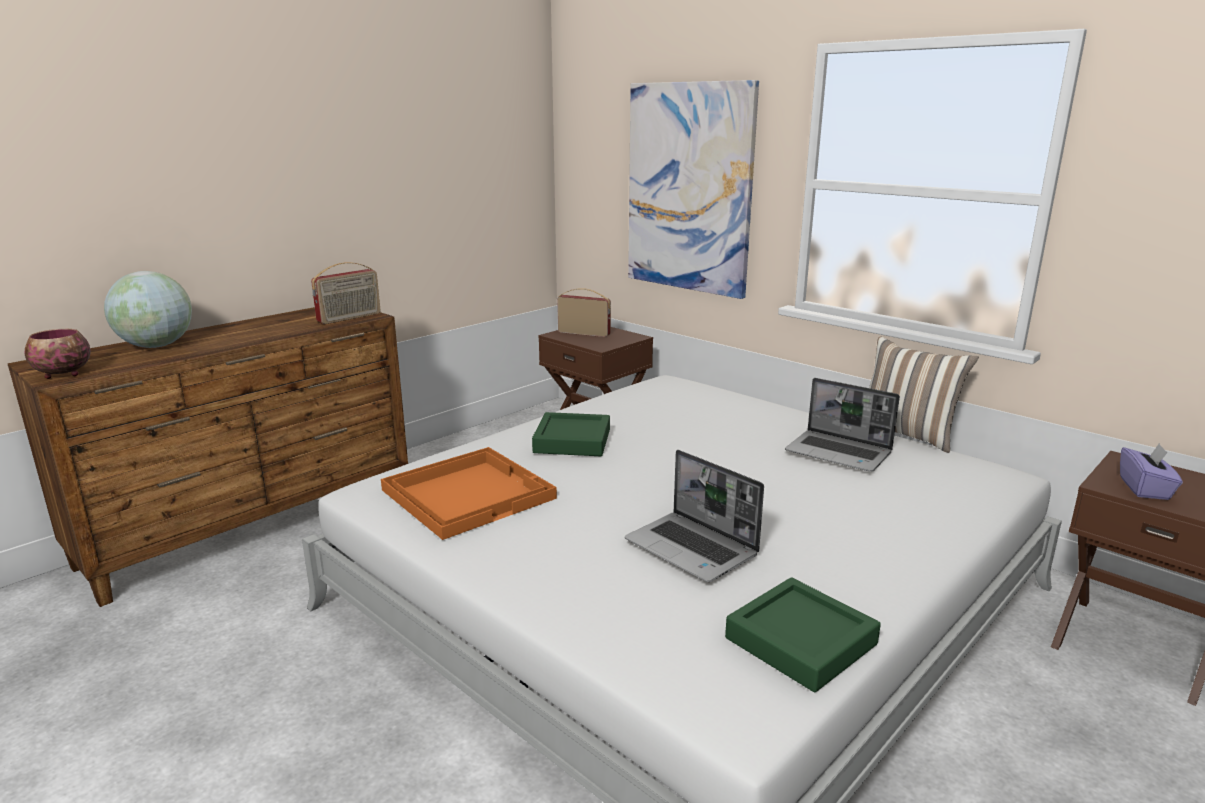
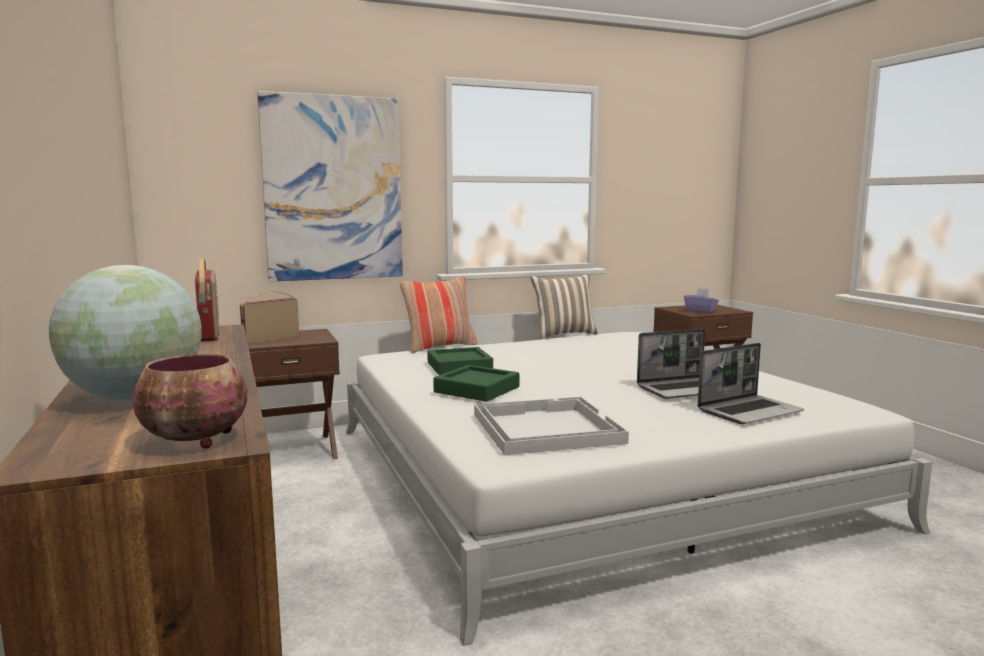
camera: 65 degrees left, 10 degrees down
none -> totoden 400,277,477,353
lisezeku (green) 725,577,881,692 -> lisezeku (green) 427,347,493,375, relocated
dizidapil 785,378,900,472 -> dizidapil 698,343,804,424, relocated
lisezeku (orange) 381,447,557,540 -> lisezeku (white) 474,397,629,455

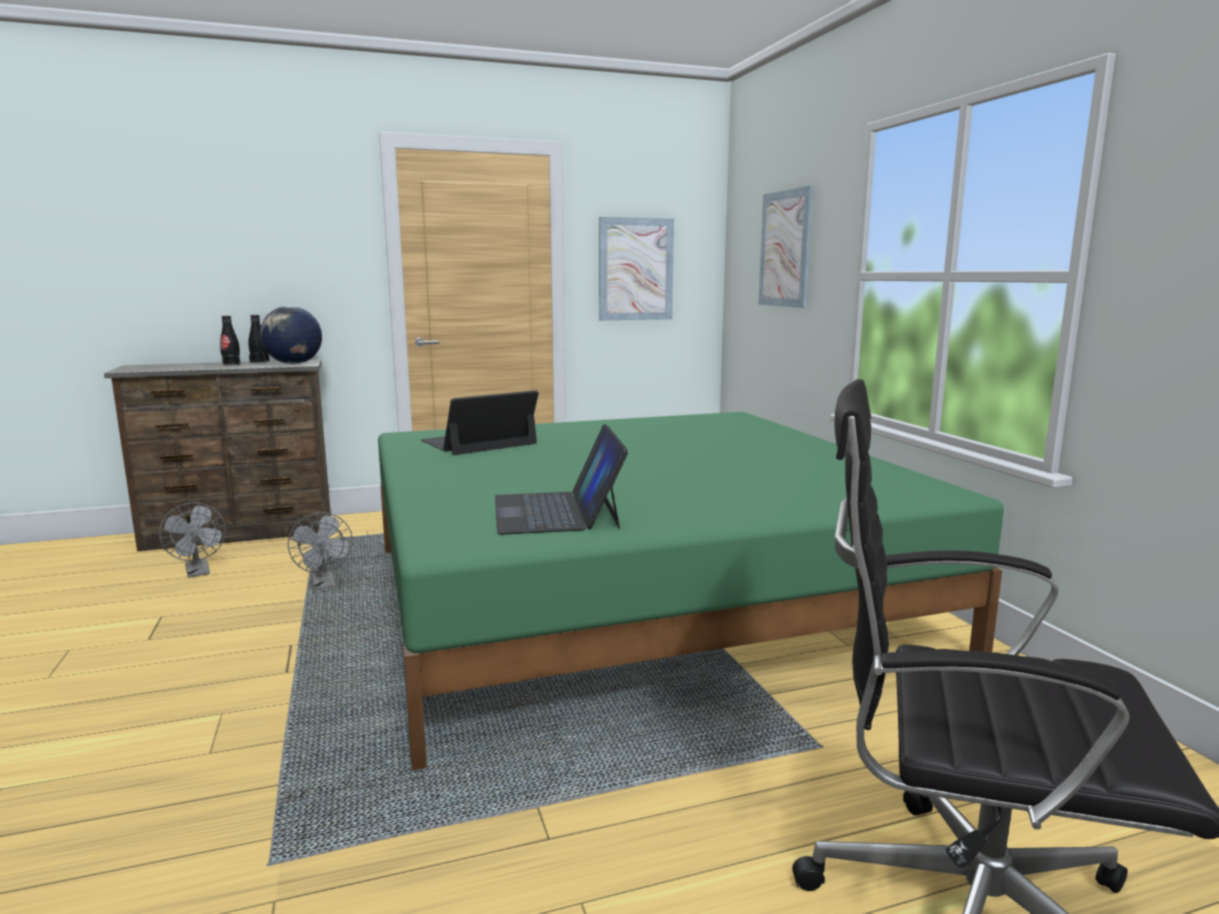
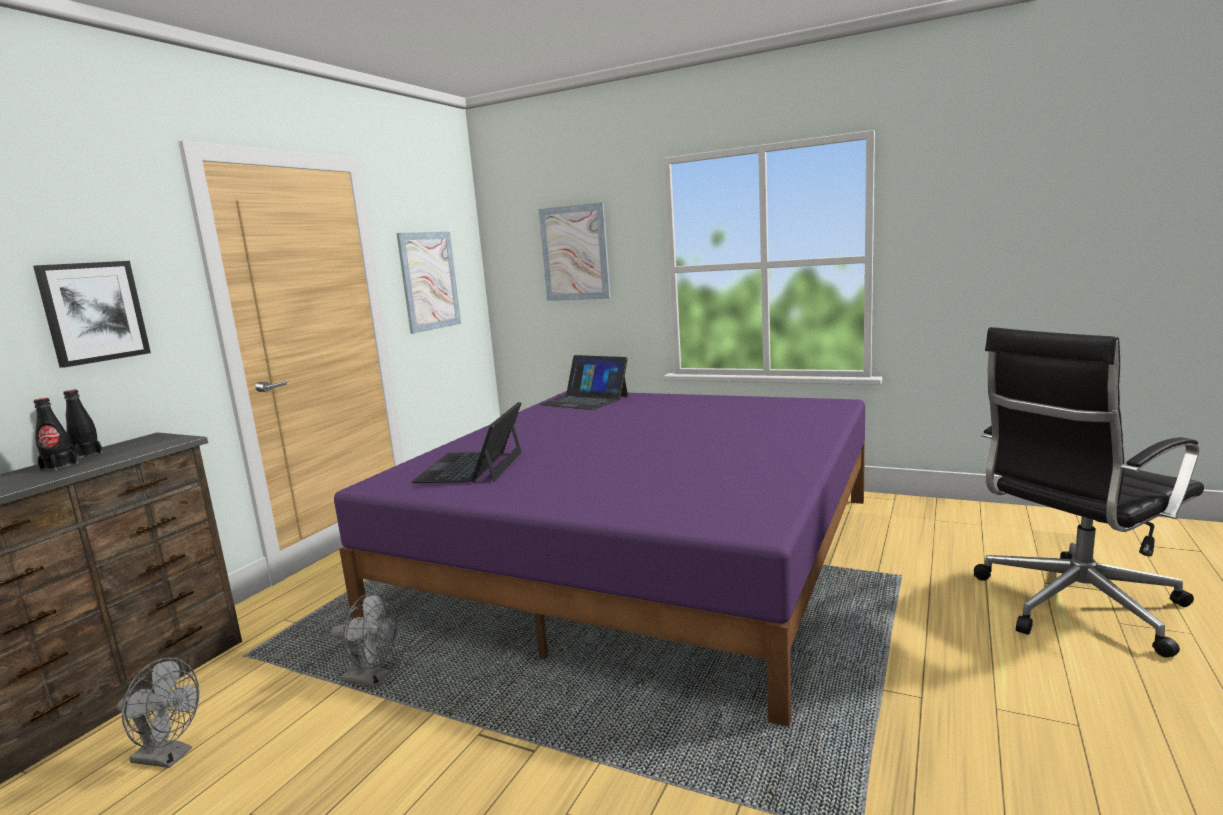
camera: 45 degrees left, 0 degrees up
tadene 260,306,322,364 -> none
none -> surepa 33,261,151,368
dizidapil 495,424,629,535 -> dizidapil 539,355,628,410, relocated
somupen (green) 378,412,1004,770 -> somupen (purple) 334,391,865,727

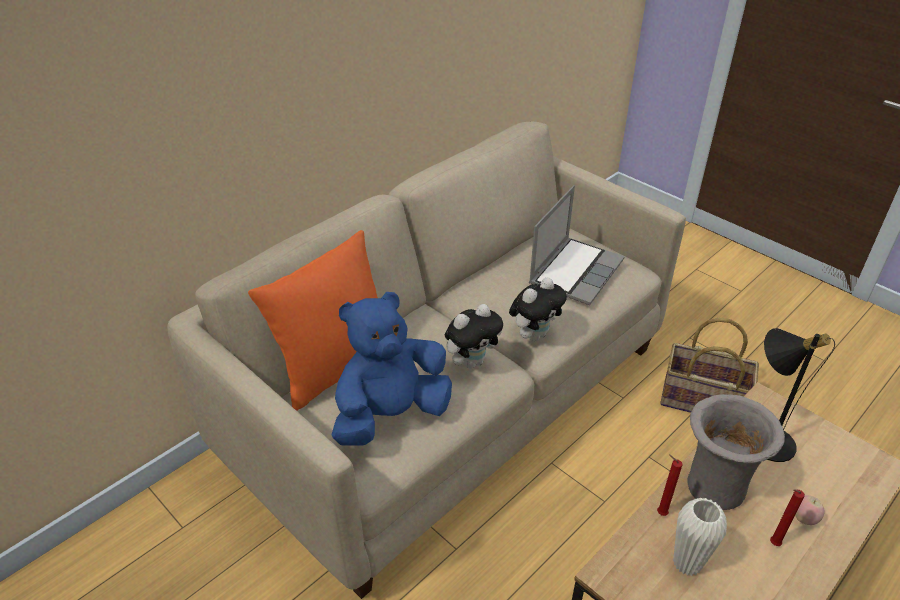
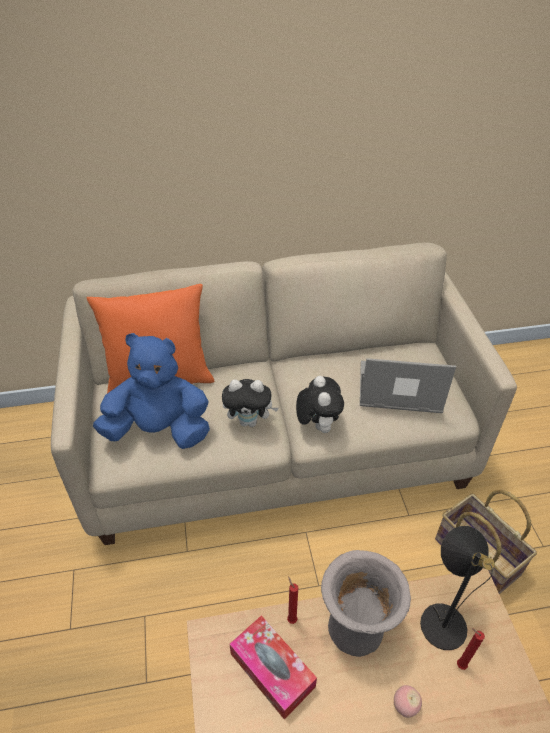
camera: 35 degrees right, 5 degrees up
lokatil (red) 770,489,805,546 -> lokatil (red) 457,628,485,670, relocated
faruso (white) 673,498,727,576 -> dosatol 229,615,317,720
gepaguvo 509,277,567,341 -> gepaguvo 296,376,344,433, 90 degrees counterclockwise
dizidapil 529,185,625,305 -> dizidapil 360,358,456,413, 150 degrees counterclockwise

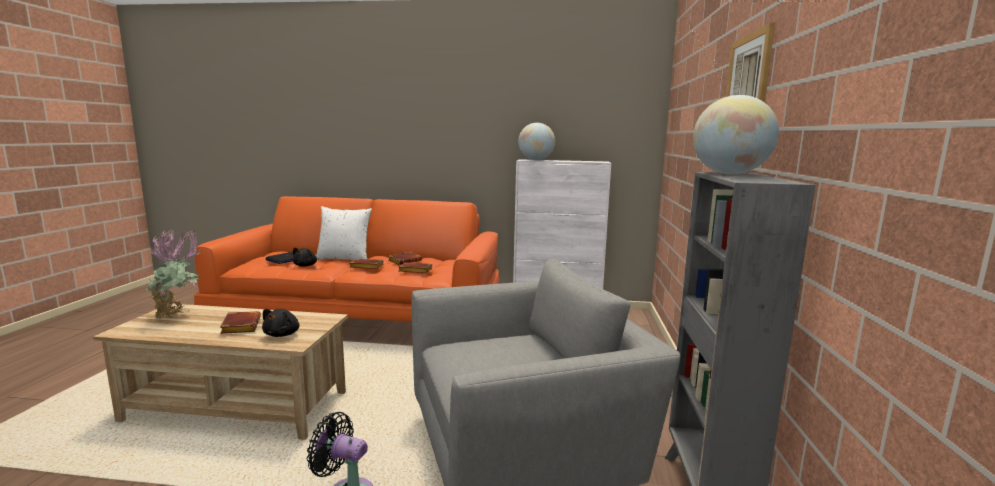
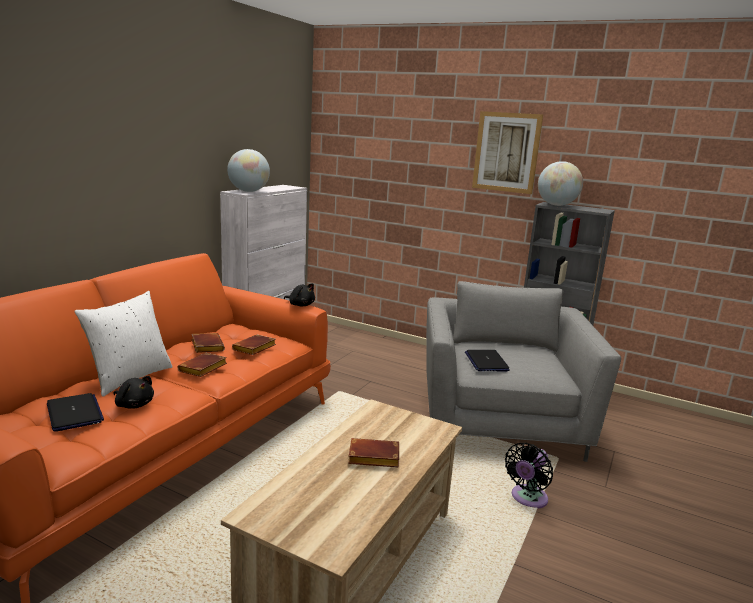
camera: 70 degrees left, 5 degrees up
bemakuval 145,230,200,320 -> none
none -> dizidapil 465,350,510,371
gepaguvo (black) 262,309,300,337 -> gepaguvo (black) 284,283,315,306, relocated

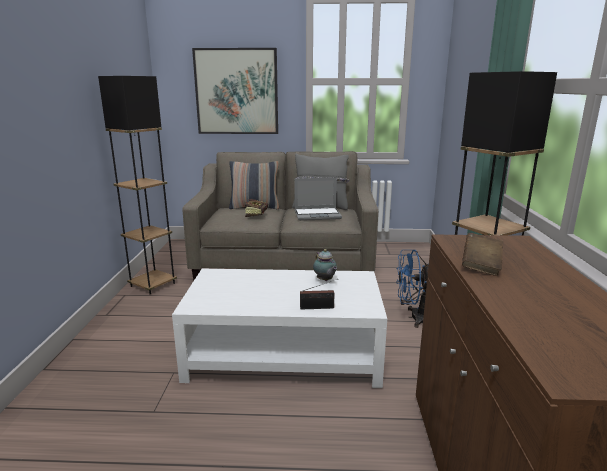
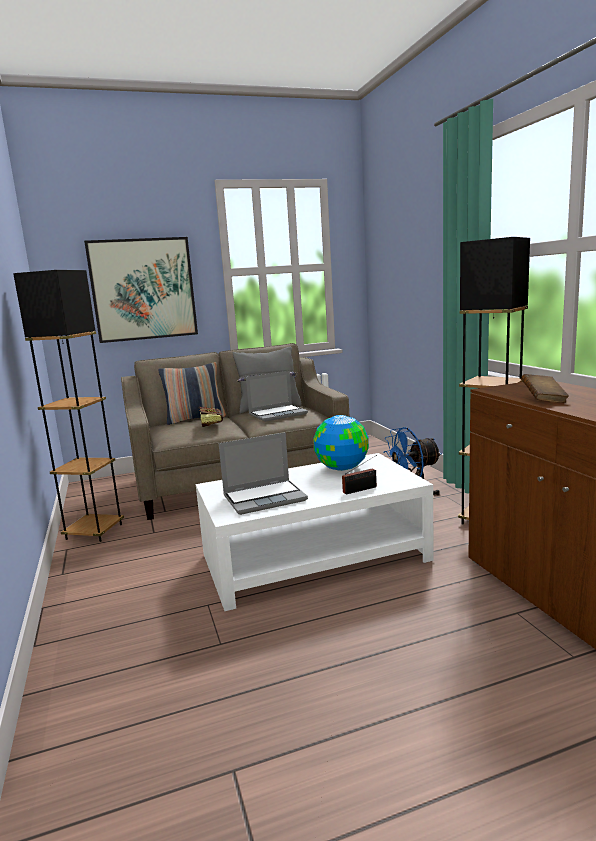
camera: 20 degrees left, 5 degrees down
none -> dizidapil 219,432,308,515
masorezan 313,249,337,281 -> tadene 313,415,369,471

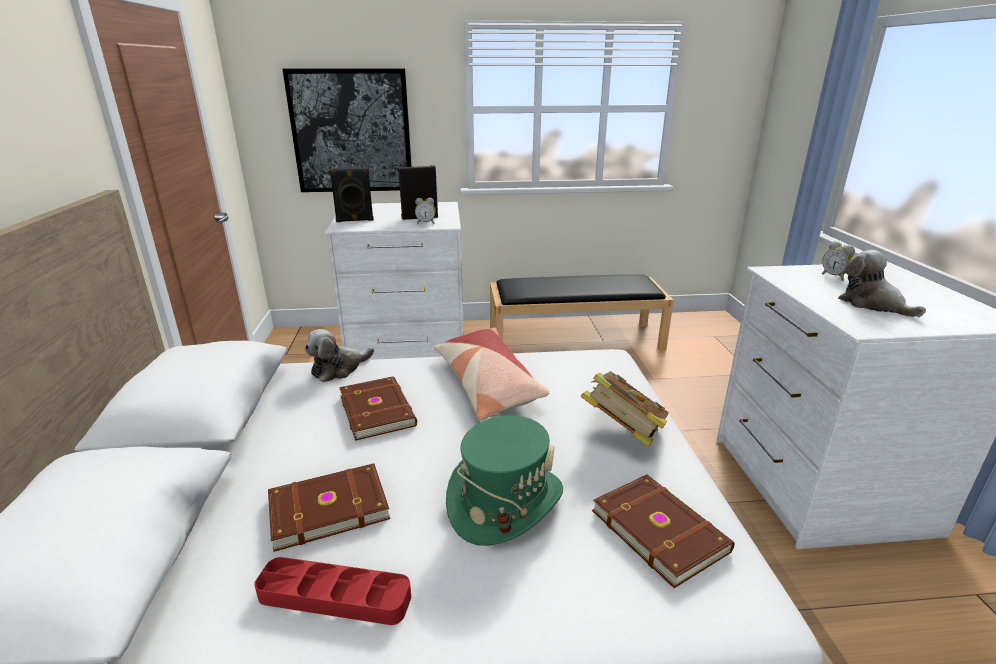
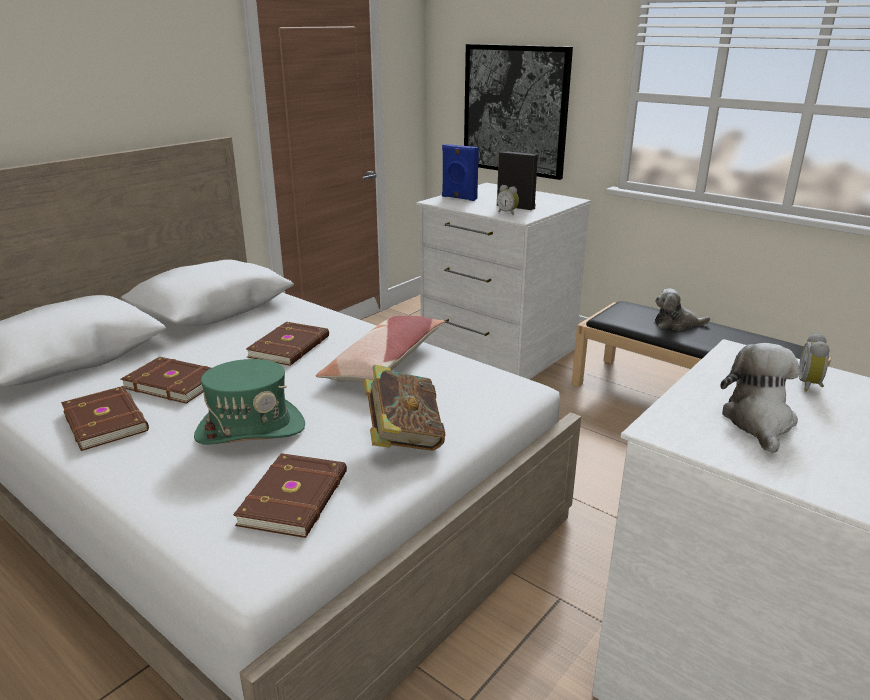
camera: 45 degrees right, 0 degrees up
gepaguvo 304,329,374,382 -> gepaguvo 655,289,710,331, relocated
lisezeku (red) 254,557,411,625 -> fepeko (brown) 61,386,149,451
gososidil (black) 329,167,374,222 -> gososidil (blue) 442,144,479,201

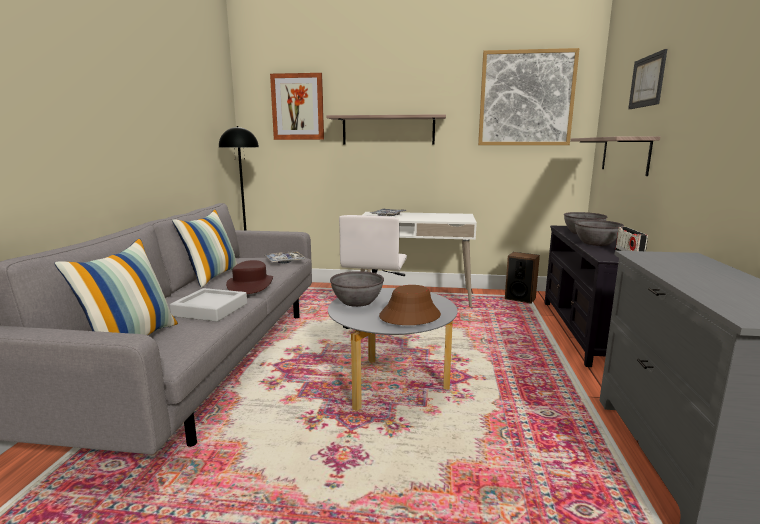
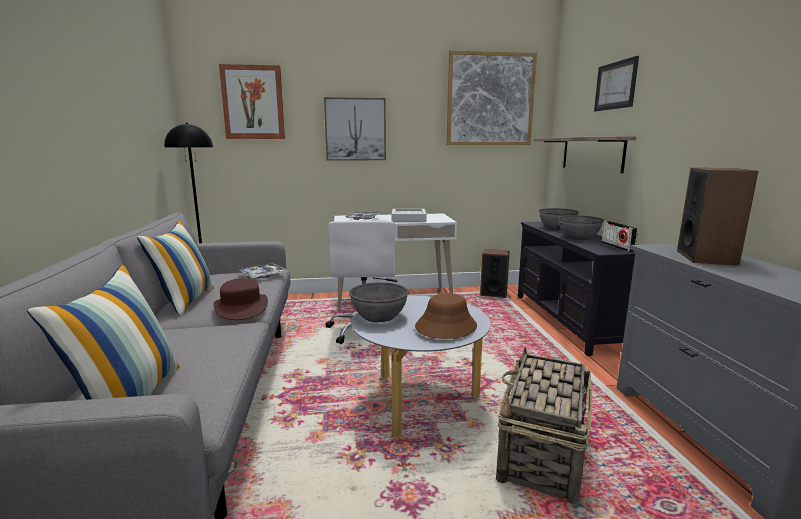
camera: 15 degrees left, 0 degrees up
none -> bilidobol 496,347,592,505
none -> gososidil 677,168,758,266
lisezeku (grey) 170,288,247,322 -> lisezeku (grey) 392,209,427,222, relocated
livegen 327,114,446,145 -> surepa 324,97,386,161

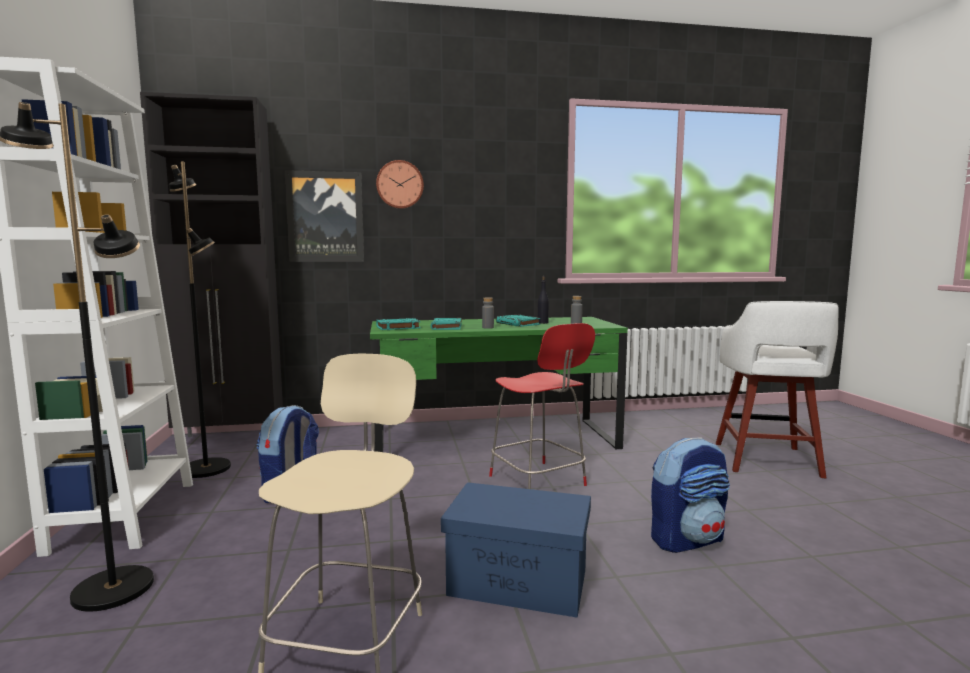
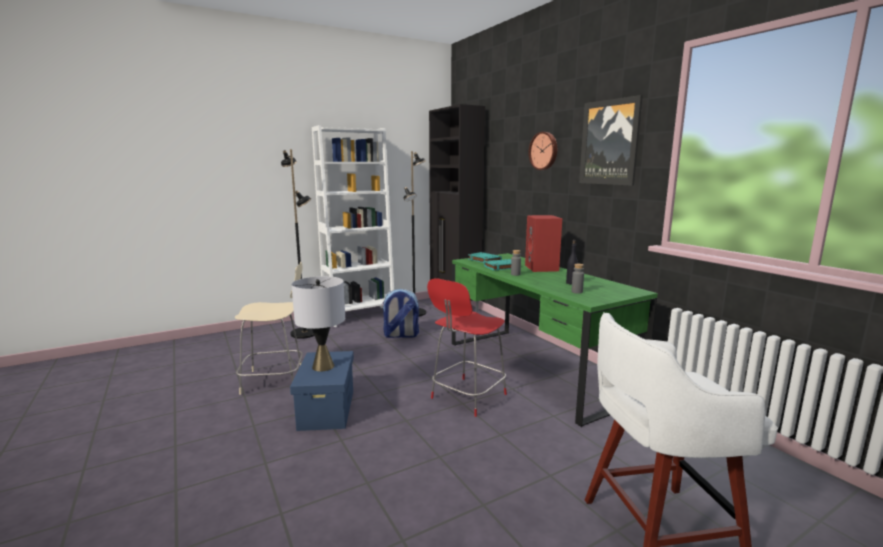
camera: 70 degrees right, 5 degrees up
fepeko (turquoise) 496,315,540,327 -> none
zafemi 651,437,730,553 -> none
none -> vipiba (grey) 292,276,345,372
none -> gososidil (red) 525,215,562,272
surepa 285,170,364,262 -> surepa 579,95,643,186, relocated

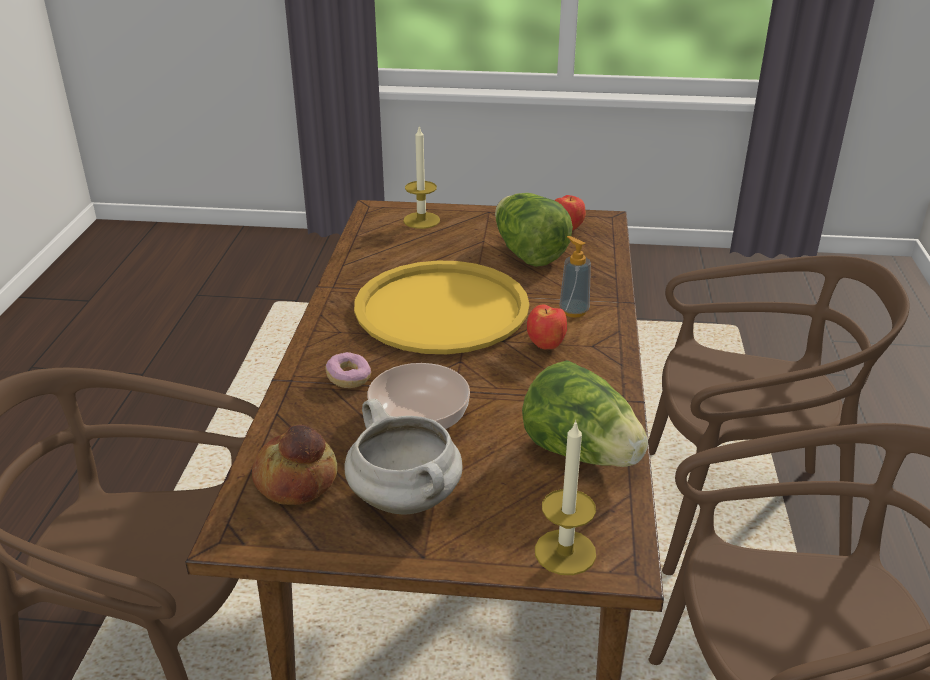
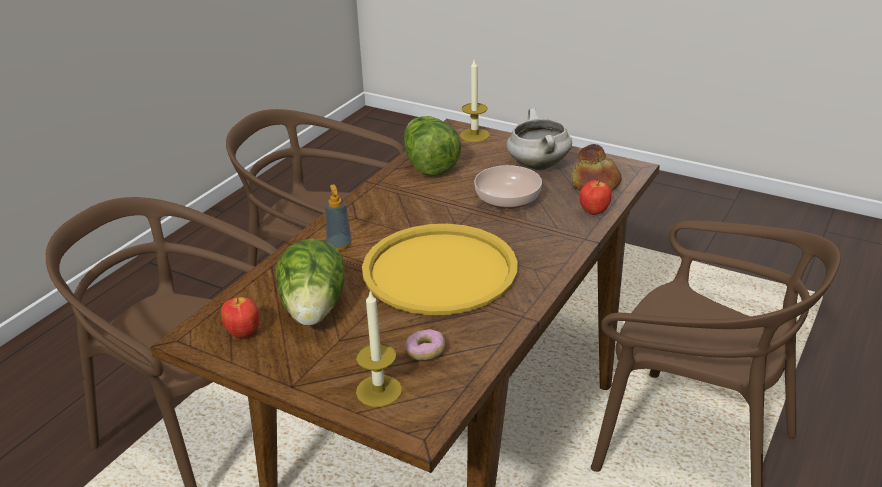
camera: 155 degrees left, 0 degrees up
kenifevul 325,352,371,388 -> kenifevul 406,329,445,360, relocated
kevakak 527,305,567,349 -> kevakak 580,180,611,215, relocated

